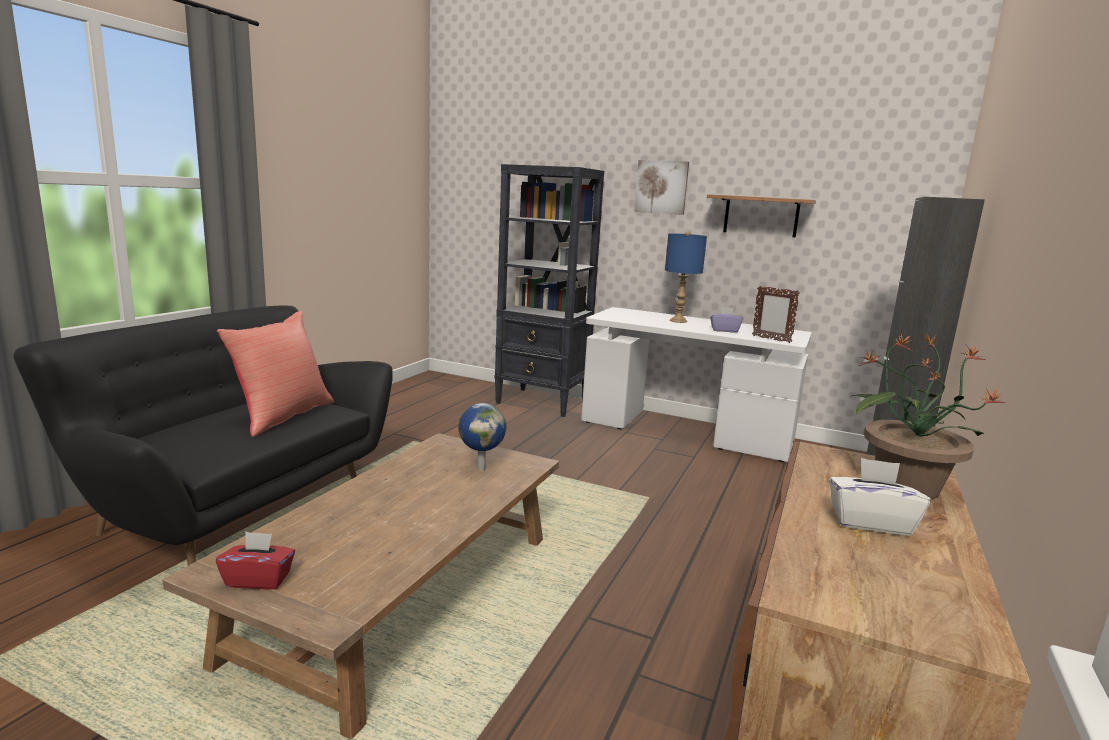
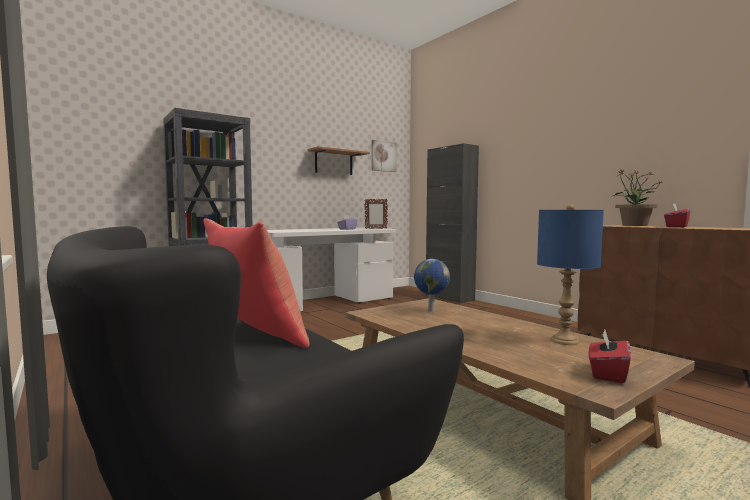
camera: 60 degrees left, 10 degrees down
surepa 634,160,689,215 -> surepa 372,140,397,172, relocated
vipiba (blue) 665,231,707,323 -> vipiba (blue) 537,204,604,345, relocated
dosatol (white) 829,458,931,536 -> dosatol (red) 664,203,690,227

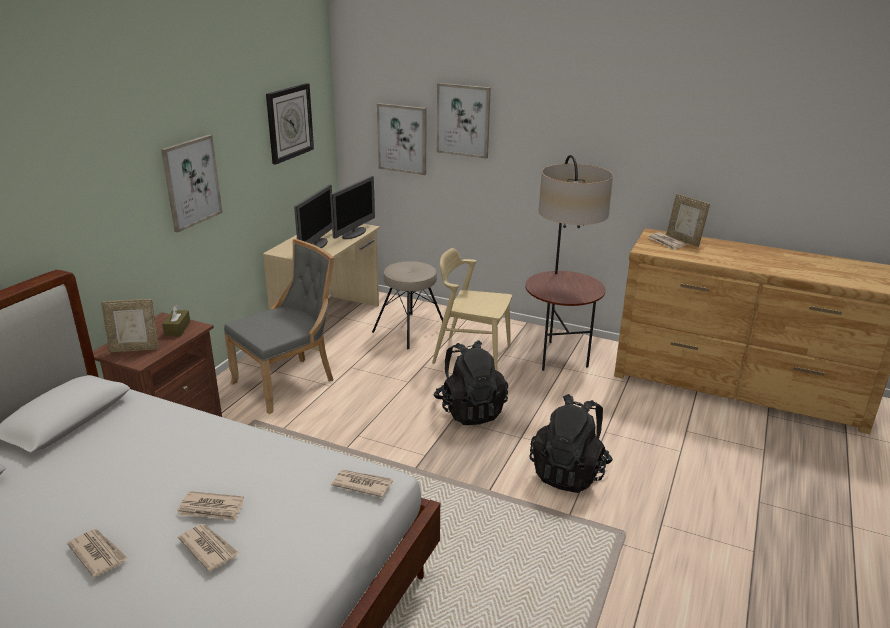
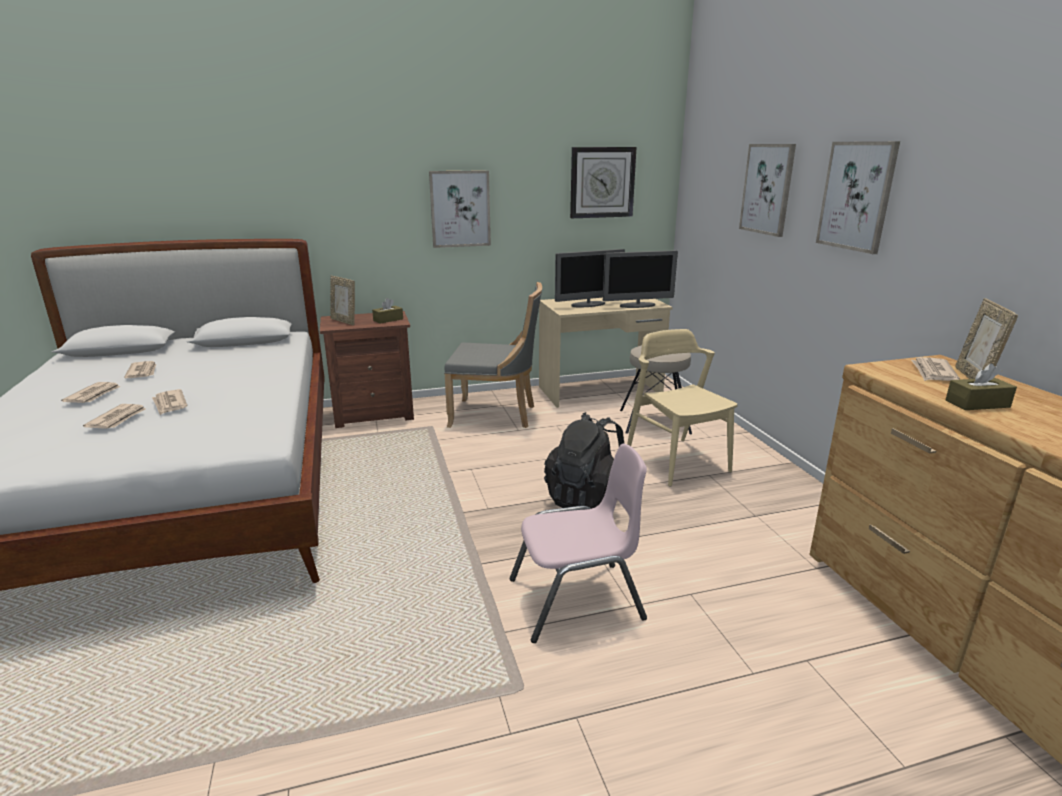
camera: 50 degrees right, 5 degrees down
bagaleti 525,155,613,371 -> none
none -> dosatol (brown) 946,364,1017,410
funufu 331,470,393,497 -> funufu 124,361,157,378, relocated
surepa 377,103,426,175 -> surepa 816,141,900,254, relocated
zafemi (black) 530,394,613,493 -> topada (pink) 509,444,647,643

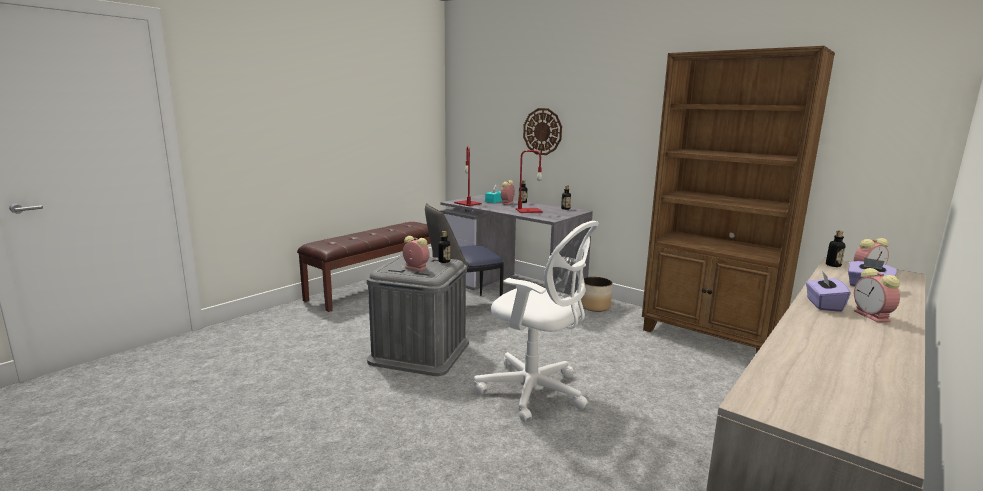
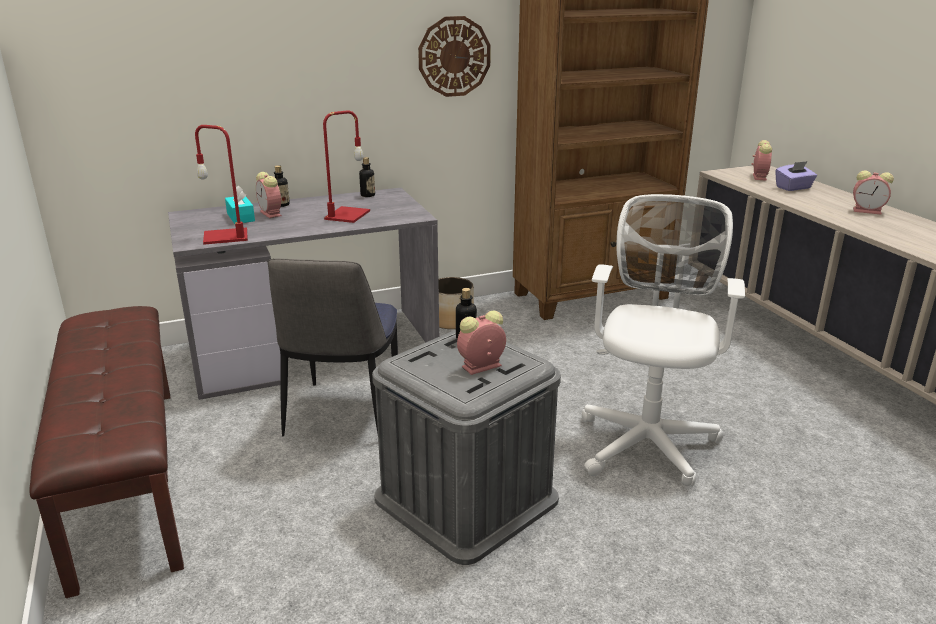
camera: 60 degrees left, 10 degrees up
dosatol (purple) 806,271,851,312 -> none
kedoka 826,231,846,267 -> none
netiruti 523,108,562,155 -> netiruti 418,16,491,97, relocated
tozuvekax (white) 474,221,599,422 -> tozuvekax (white) 582,194,745,487, 45 degrees counterclockwise

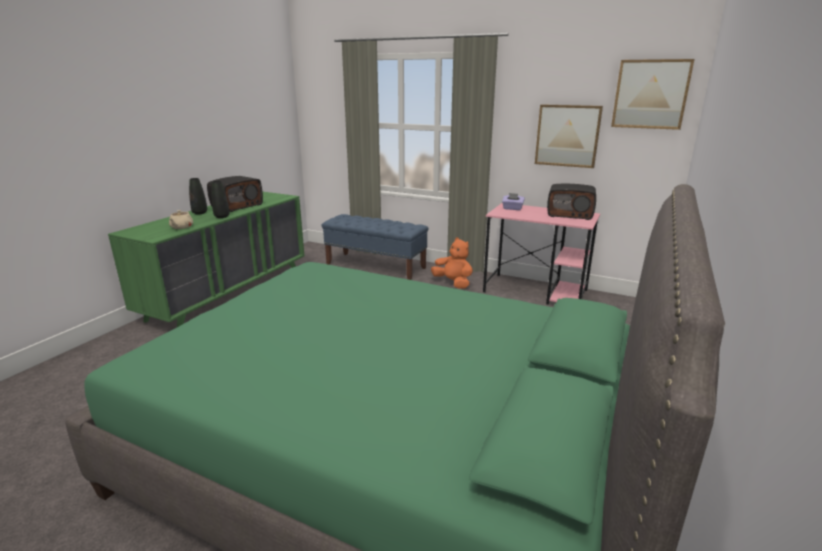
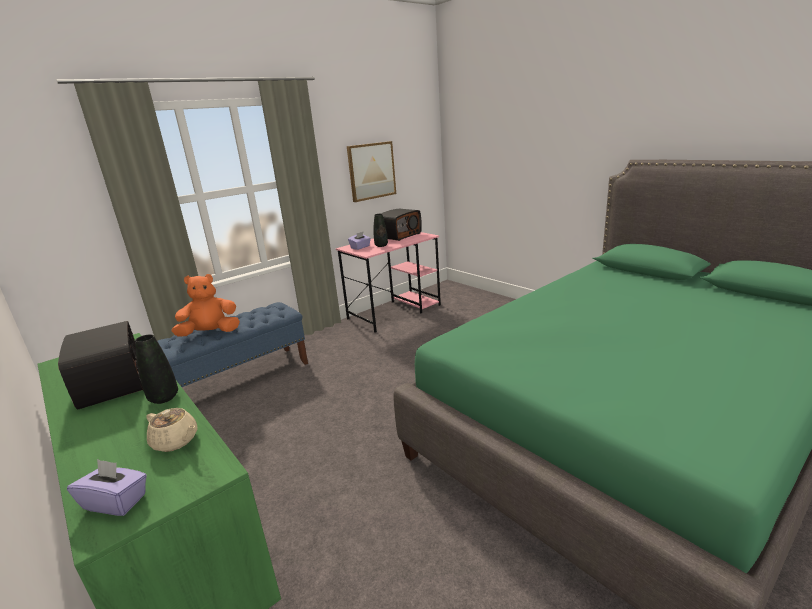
camera: 65 degrees left, 0 degrees up
surepa 611,59,695,130 -> none
none -> dosatol (purple) 67,459,147,516
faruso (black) 189,178,207,214 -> faruso (black) 374,214,388,247, relocated
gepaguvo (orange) 431,237,473,289 -> gepaguvo (orange) 172,274,240,337, relocated

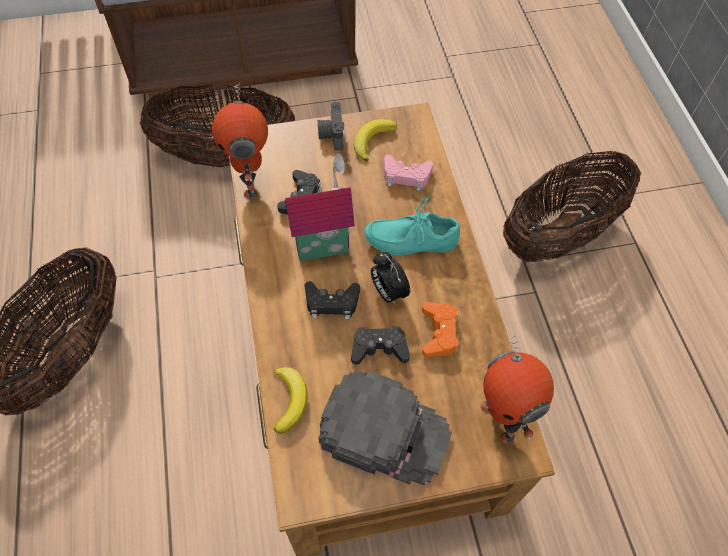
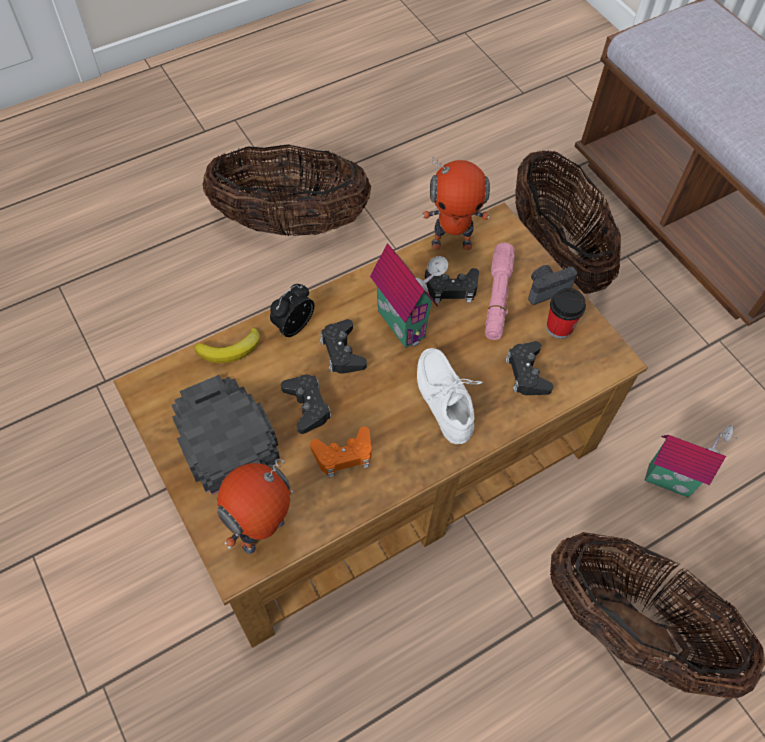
camera: 70 degrees right, 0 degrees up
none -> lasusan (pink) 485,243,515,340
none -> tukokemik 644,425,738,497
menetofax 371,252,410,305 -> menetofax 270,284,314,337, relocated
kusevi 354,119,397,162 -> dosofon 546,288,586,339
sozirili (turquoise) 364,196,460,255 -> sozirili (white) 417,348,483,444
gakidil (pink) 384,155,433,191 -> gakidil (black) 506,341,553,395
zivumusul 212,83,268,198 -> zivumusul 422,157,490,250, 150 degrees counterclockwise
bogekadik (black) 319,370,452,485 -> bogekadik (black) 172,375,280,495, 150 degrees clockwise

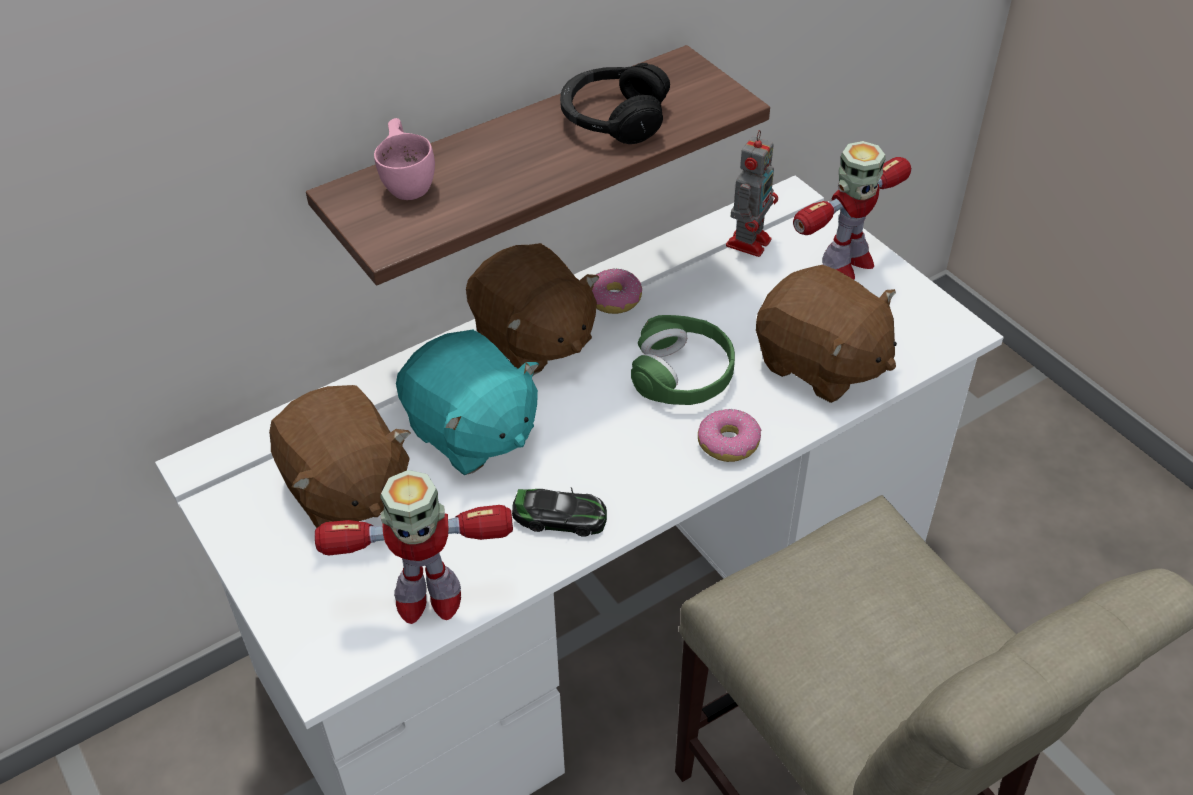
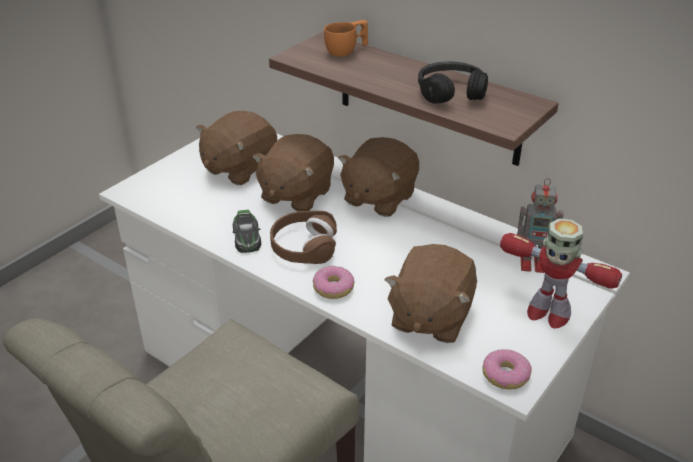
camera: 70 degrees right, 10 degrees down
zivumusul 315,470,513,624 -> none
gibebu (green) 631,315,735,405 -> none
none -> gibebu (brown) 270,211,337,264
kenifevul 592,268,642,314 -> kenifevul 482,349,532,389, relocated
dosofon (pink) 374,118,435,200 -> dosofon (orange) 324,20,369,57
gepaguvo (turquoise) 396,330,539,475 -> gepaguvo (brown) 252,134,334,212

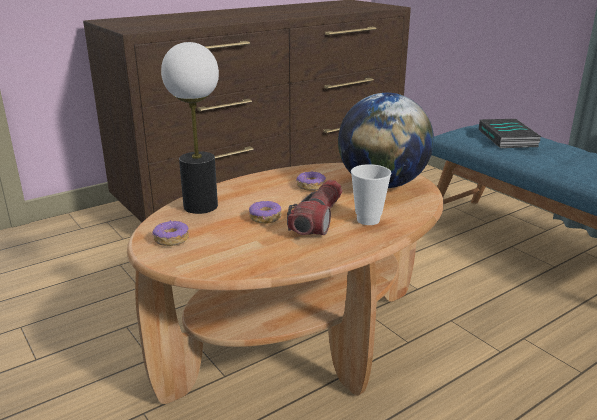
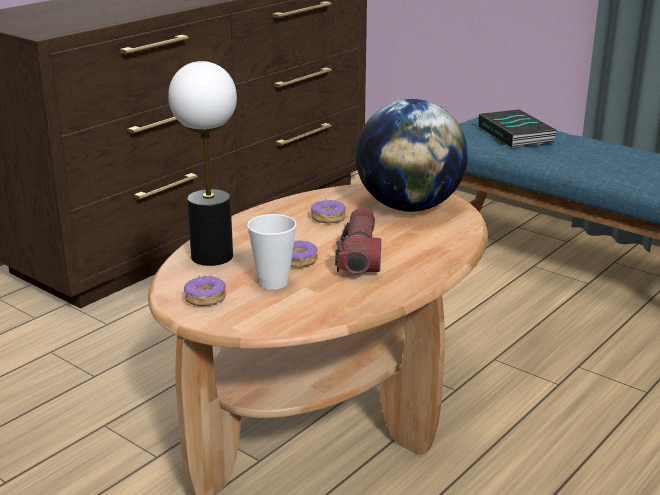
camera: 15 degrees left, 0 degrees up
dosofon 351,164,391,225 -> dosofon 247,214,297,290, relocated

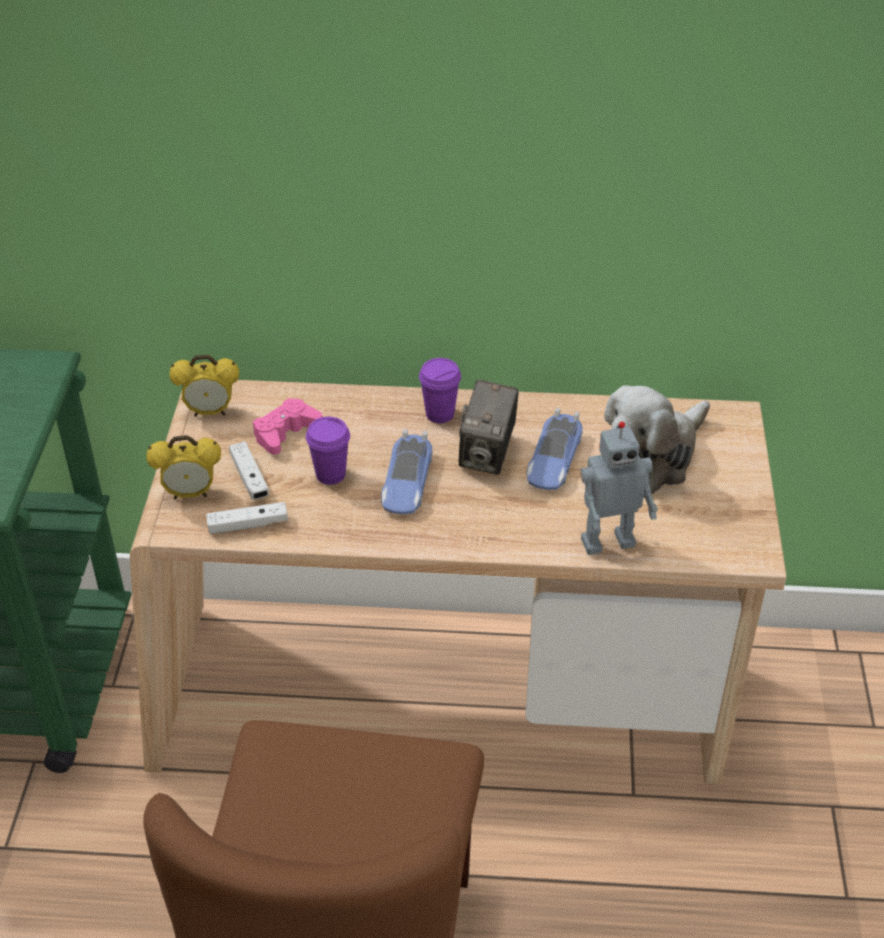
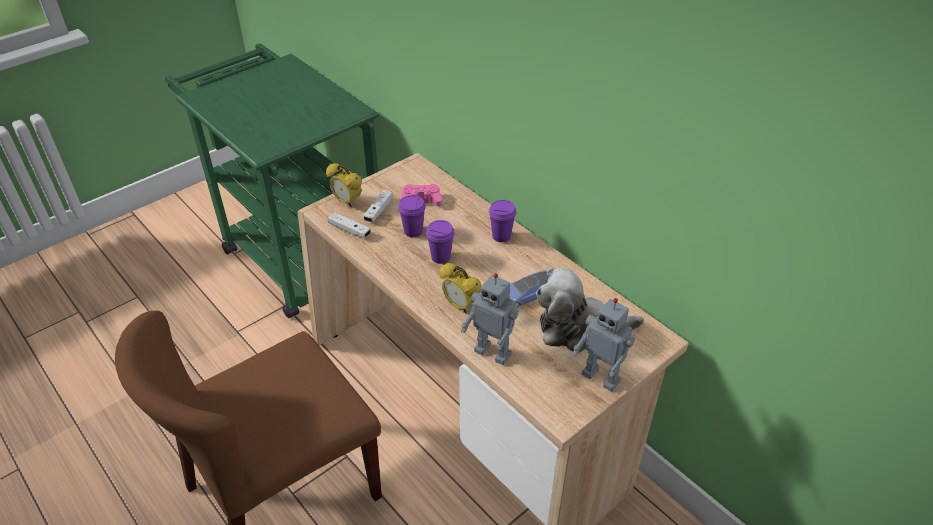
camera: 45 degrees right, 0 degrees up
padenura 459,380,519,475 -> none
none -> zivumusul 572,298,635,392
menetofax 169,355,239,417 -> menetofax 439,263,482,313, relocated
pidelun 381,429,433,514 -> dosofon (purple) 426,220,455,264

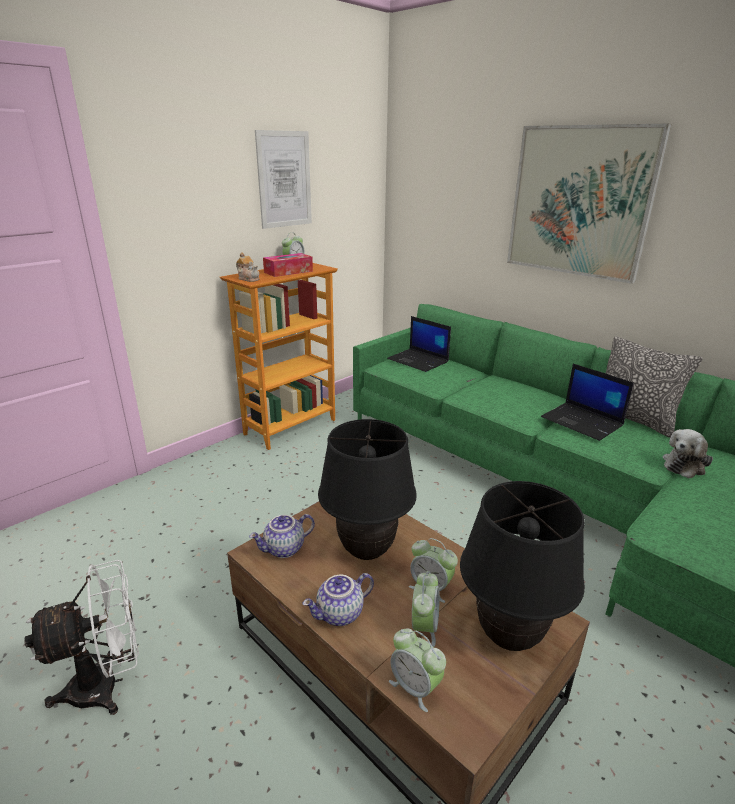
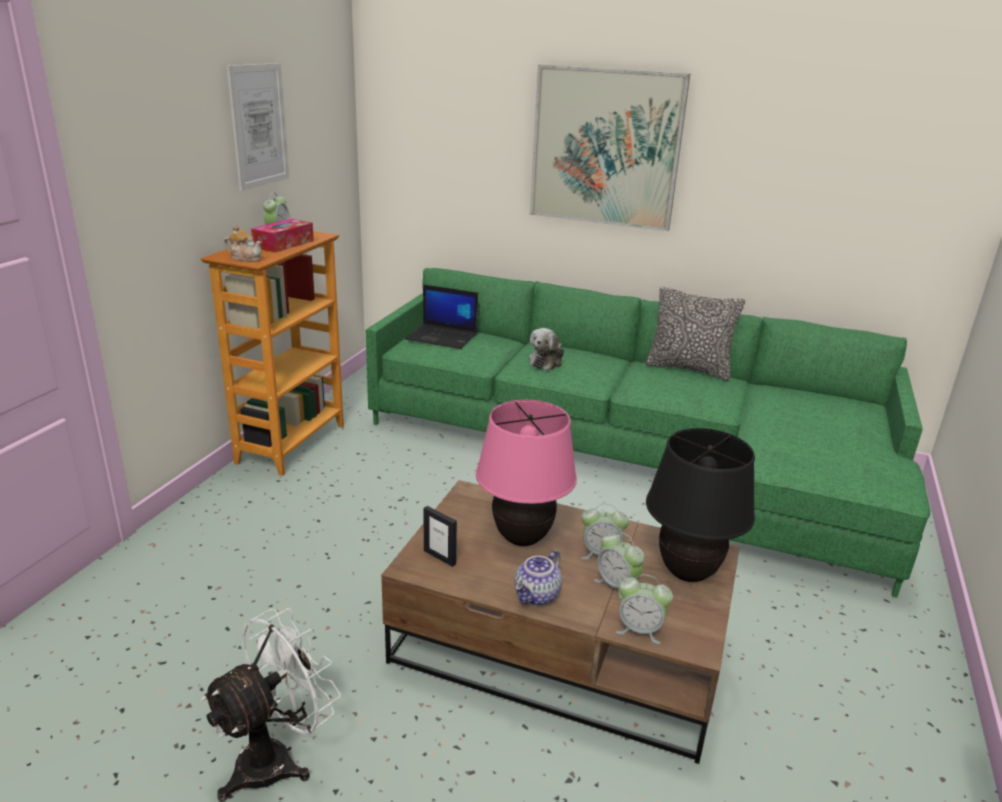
camera: 25 degrees left, 0 degrees up
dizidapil 541,364,634,441 -> none
gepaguvo 663,429,713,478 -> gepaguvo 529,328,564,370, relocated
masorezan 249,514,315,558 -> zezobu 424,506,457,567
vipiba (black) 318,419,417,560 -> vipiba (pink) 476,400,577,546
menetofax 412,571,440,647 -> menetofax 594,532,645,599, 150 degrees clockwise

